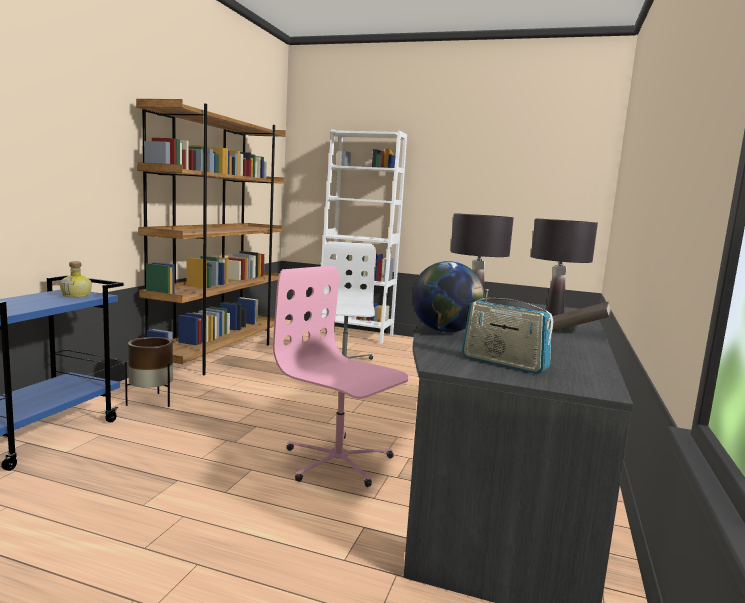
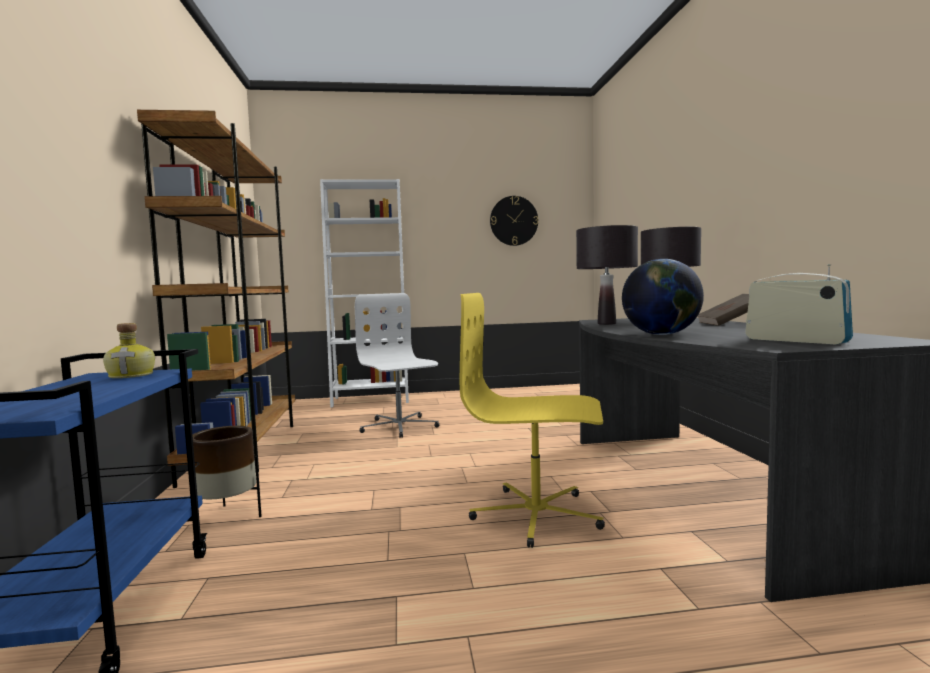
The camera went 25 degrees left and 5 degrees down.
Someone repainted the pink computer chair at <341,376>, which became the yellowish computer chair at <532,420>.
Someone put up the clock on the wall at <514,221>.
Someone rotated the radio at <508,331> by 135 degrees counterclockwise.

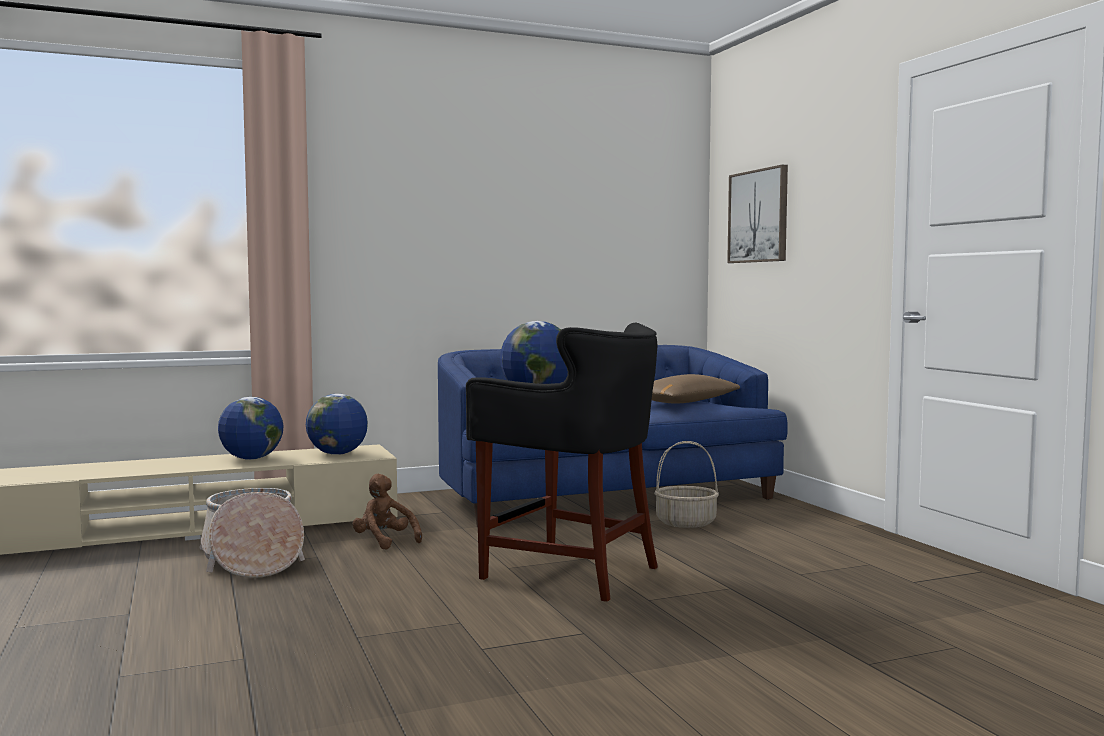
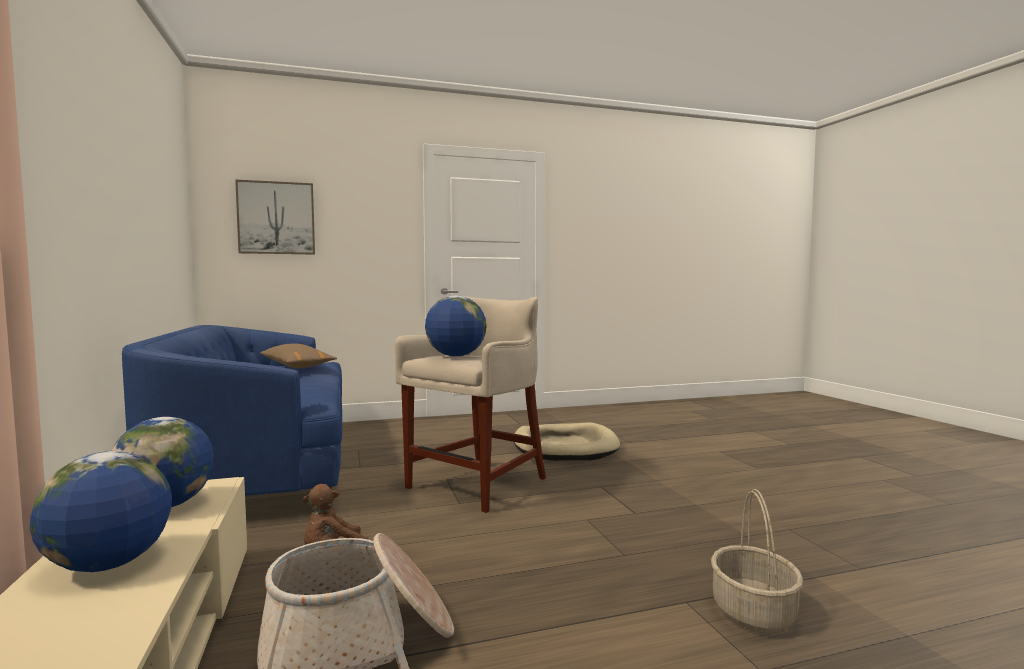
The camera went 85 degrees left and 0 degrees up.
Someone repainted the black stool seat at <562,462>, which became the beige stool seat at <470,404>.
Someone put down the beige dog cushion at <567,441>.
Someone carried the storage basket from <686,484> to <757,561>.

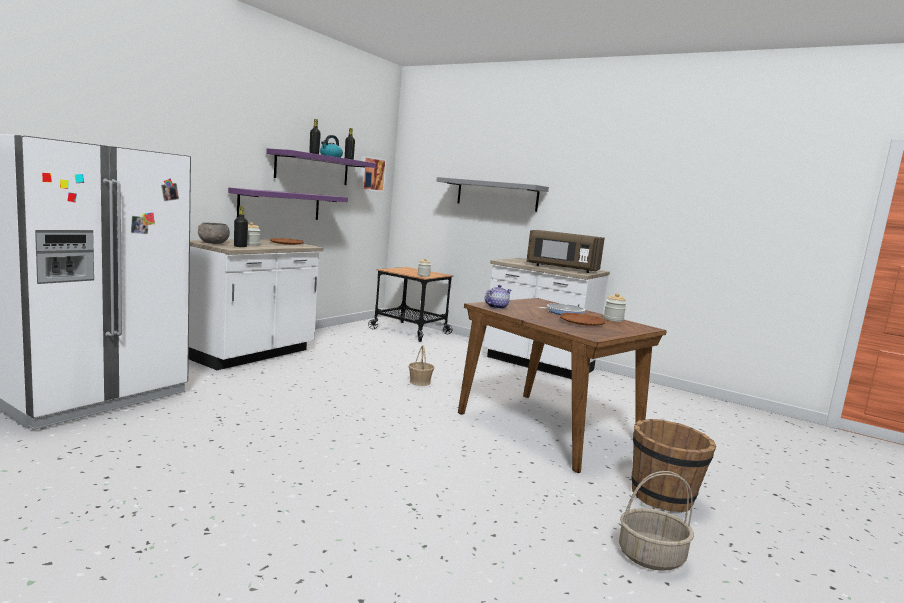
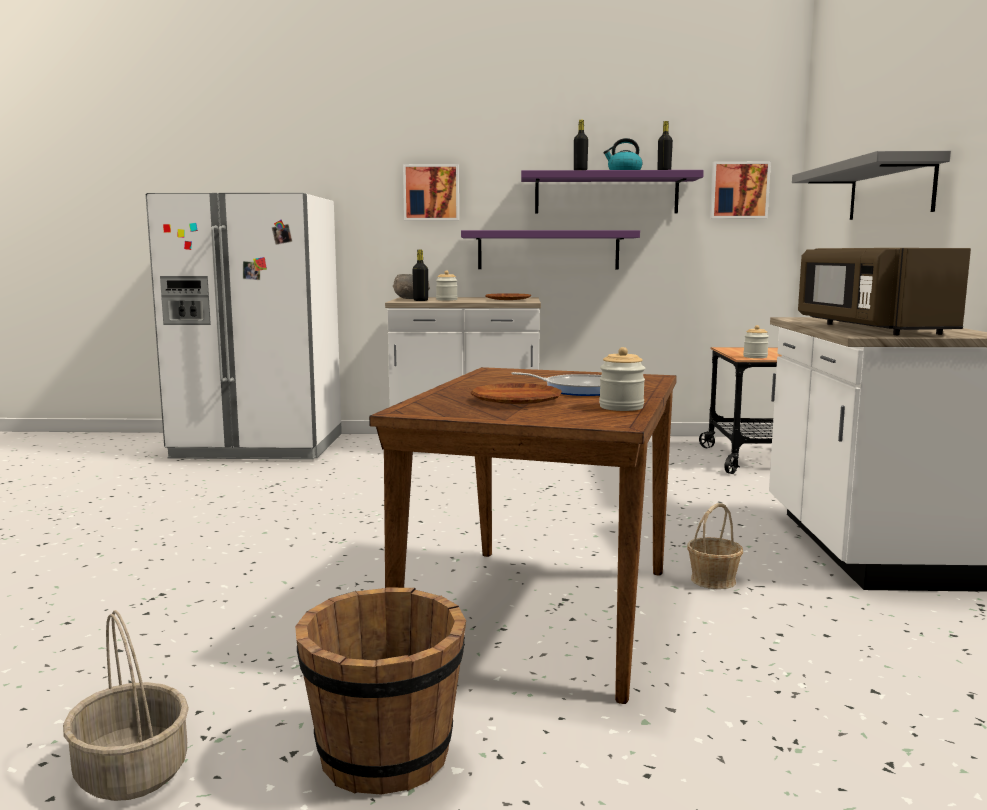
The camera went 60 degrees right and 0 degrees up.
Someone put up the picture at <431,192>.
Someone carried the storage basket from <422,365> to <715,546>.
Someone took away the pot for tea at <498,297>.

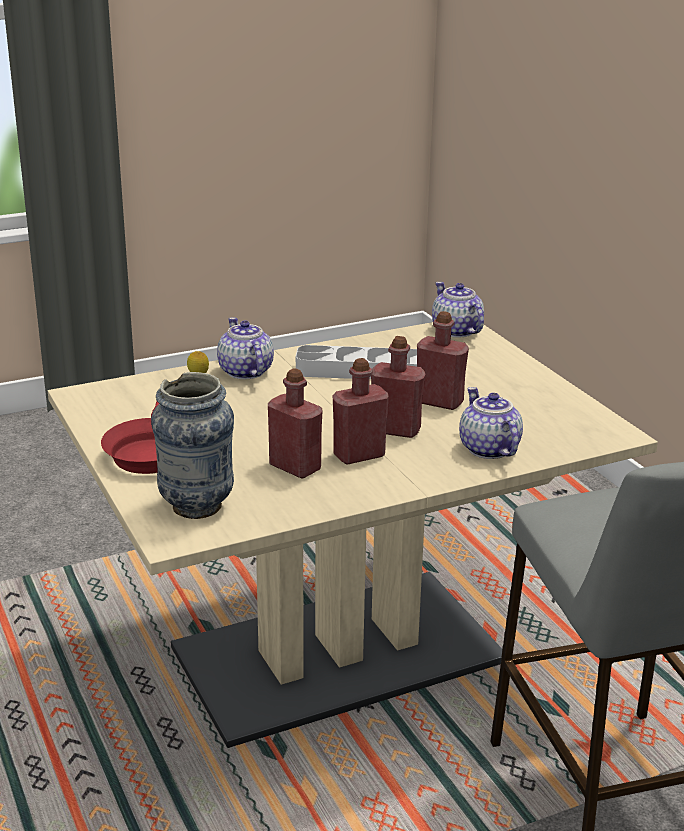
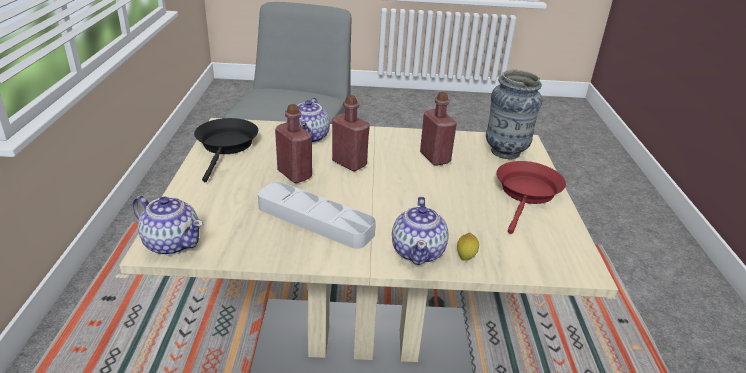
The camera went 155 degrees left and 5 degrees up.
Someone rotated the pot for tea at <458,310> by 60 degrees counterclockwise.
Someone put down the black skillet at <226,150>.
Someone took away the reddish bottle at <361,411>.

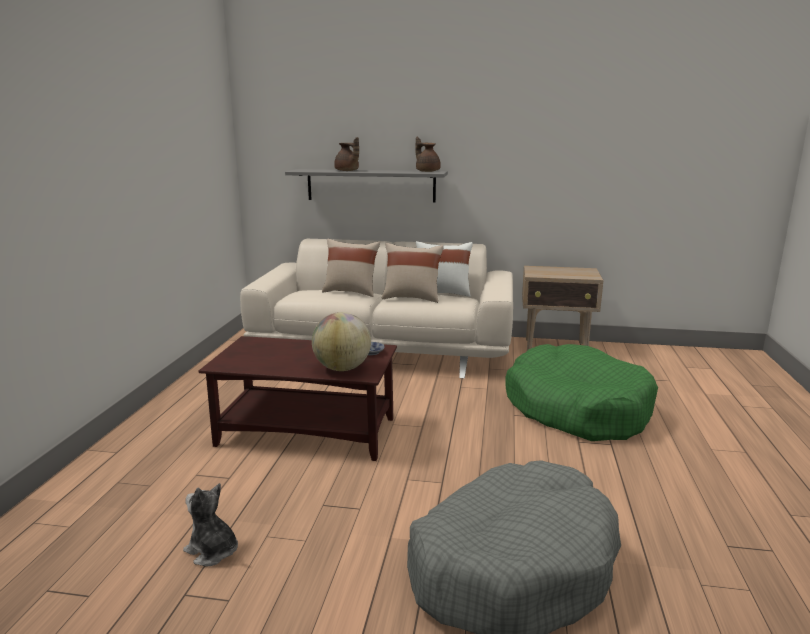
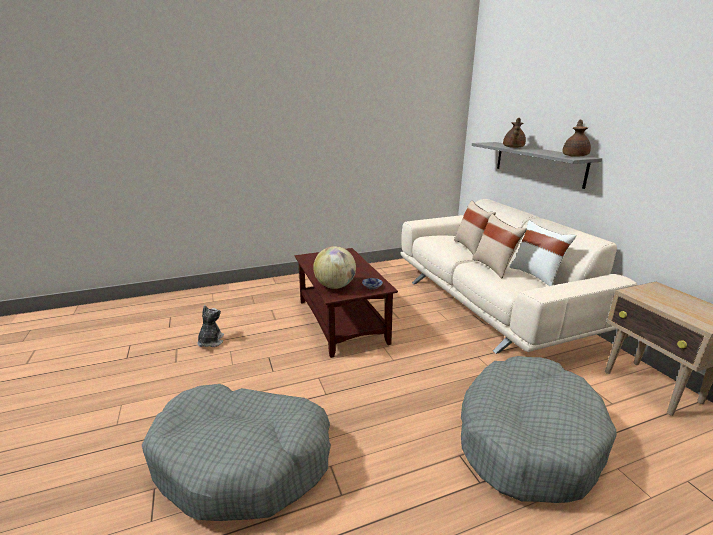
The camera went 60 degrees right and 5 degrees up.
Someone repainted the greenish dog cushion at <581,392>, which became the greyish dog cushion at <539,429>.

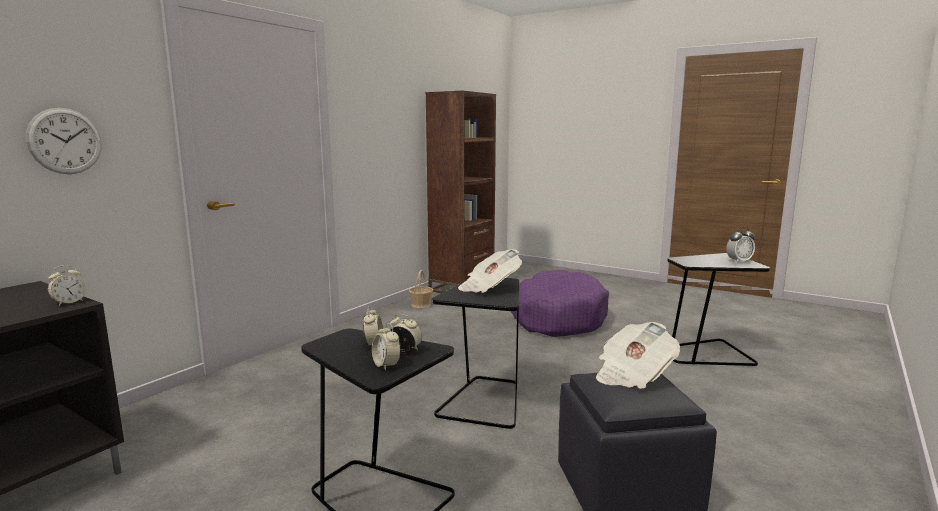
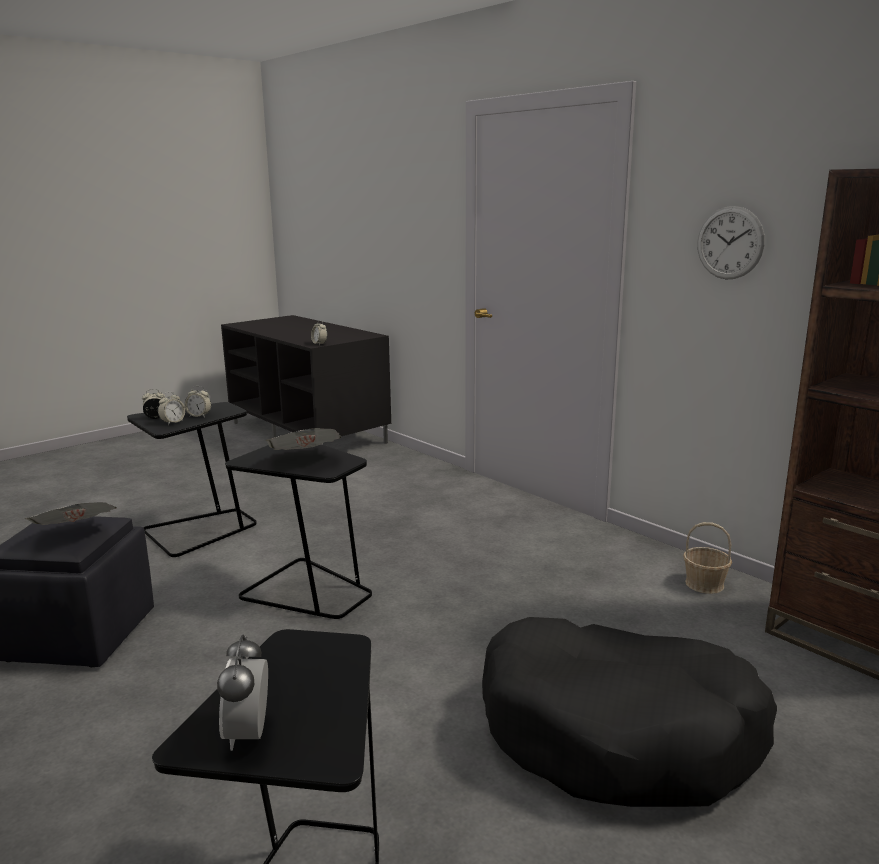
The camera went 105 degrees right and 5 degrees up.
Someone repainted the purplish dog cushion at <560,303>, which became the black dog cushion at <629,712>.
Someone carried the clock on the wall from <64,141> to <731,242>.

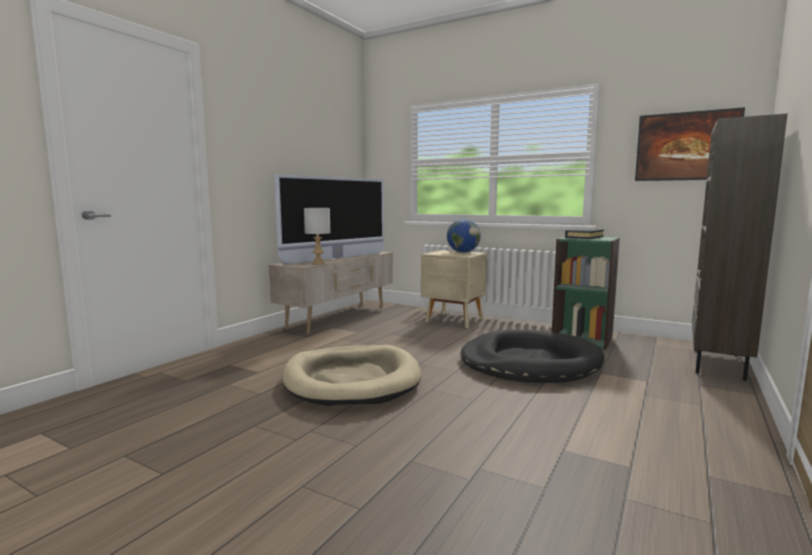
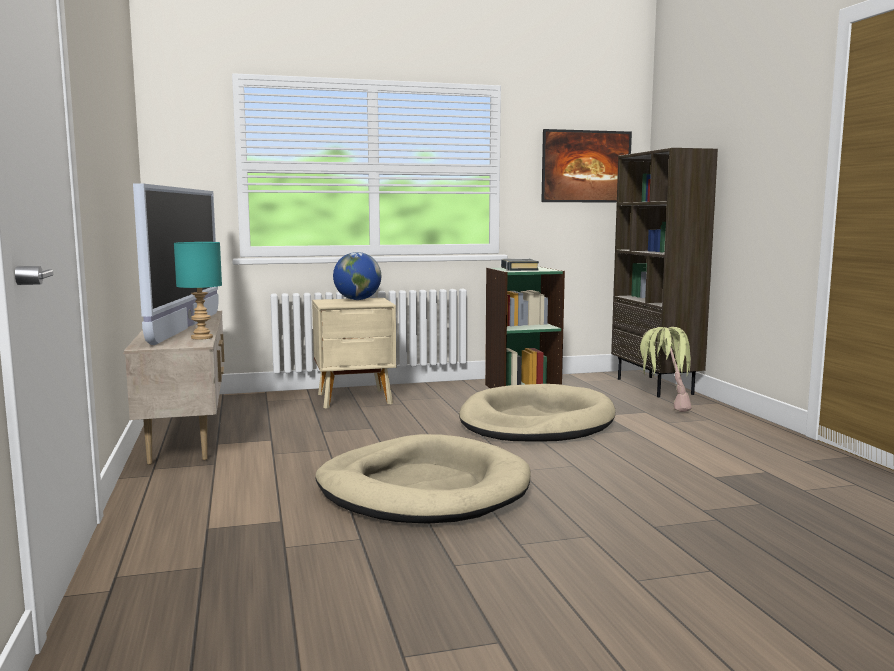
The camera went 45 degrees left and 0 degrees up.
Someone repainted the greyish table lamp at <317,236>, which became the turquoise-coloured table lamp at <198,291>.
Someone repainted the black dog cushion at <532,356>, which became the beige dog cushion at <537,413>.
Someone put down the potted plant at <665,369>.

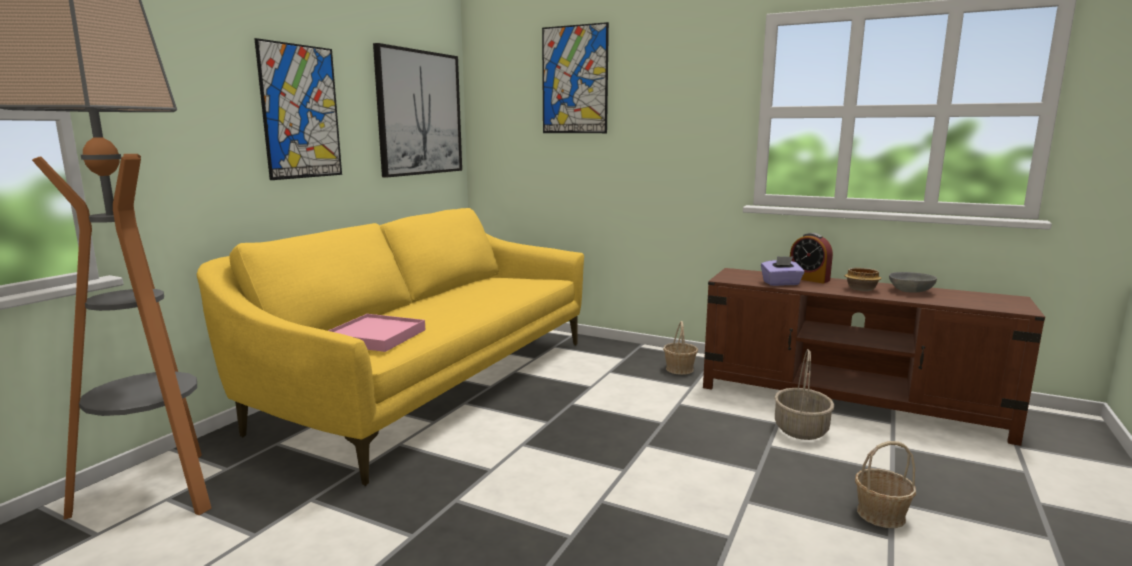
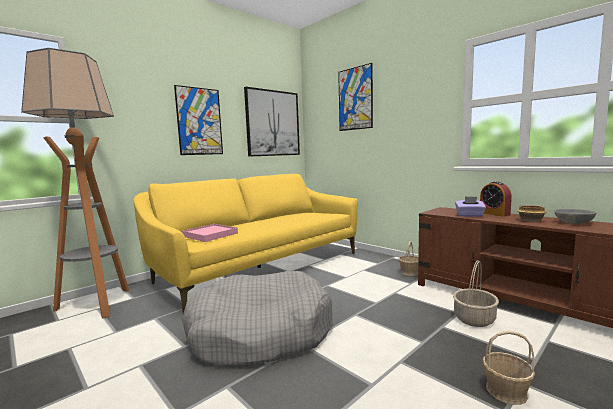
The camera went 20 degrees right and 5 degrees down.
Someone put down the greyish dog cushion at <257,319>.

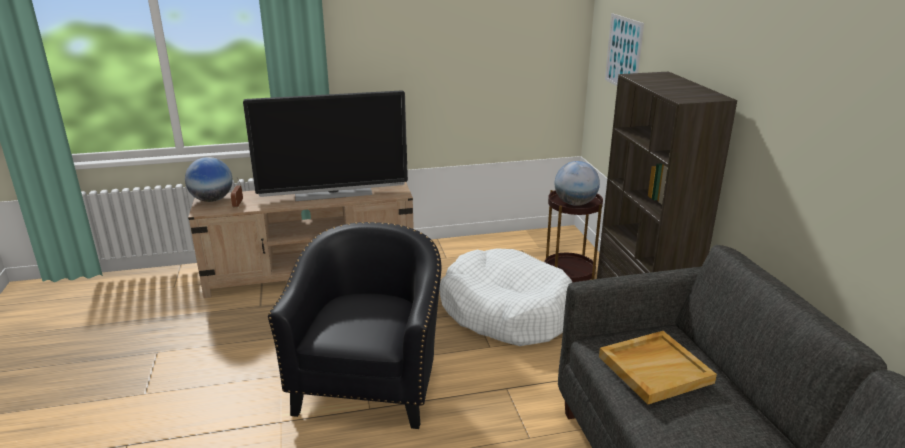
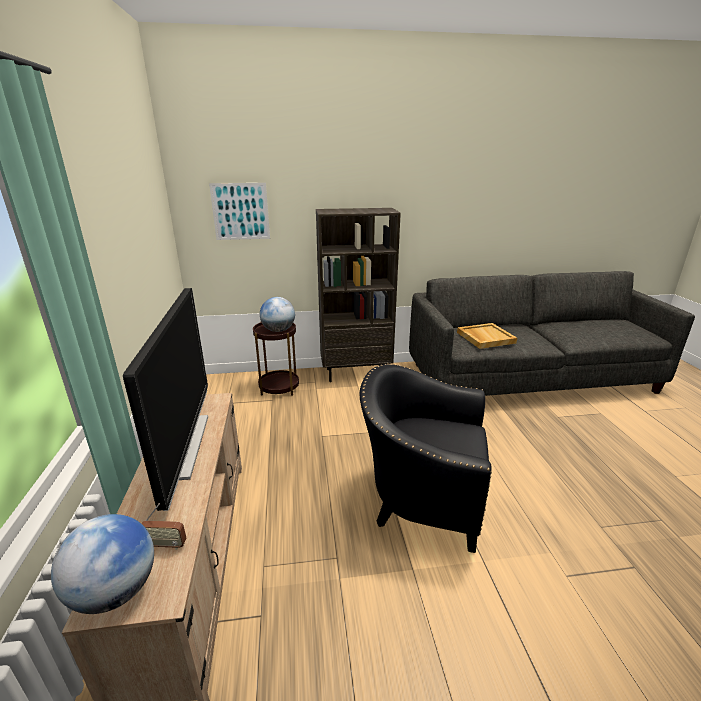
The camera went 85 degrees left and 0 degrees up.
Someone took away the white dog cushion at <506,297>.

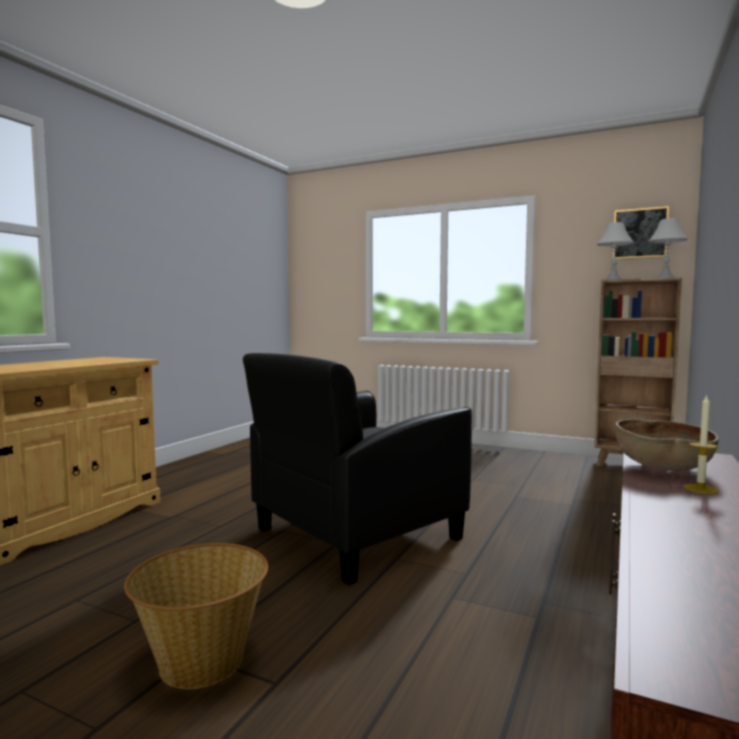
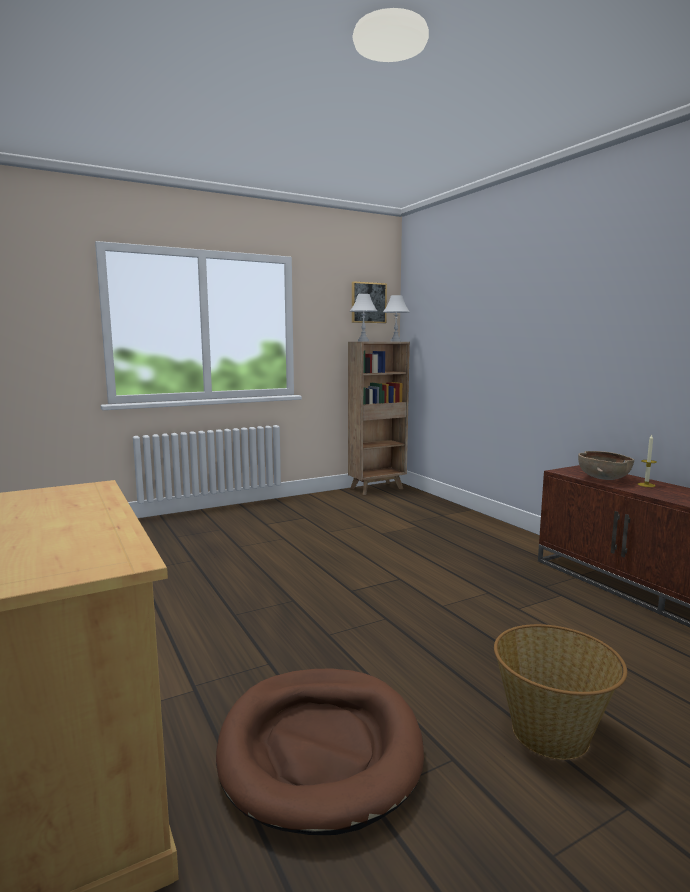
The camera went 55 degrees left and 5 degrees up.
Someone put down the brown dog cushion at <320,751>.
Someone took away the black lounge chair at <357,469>.

